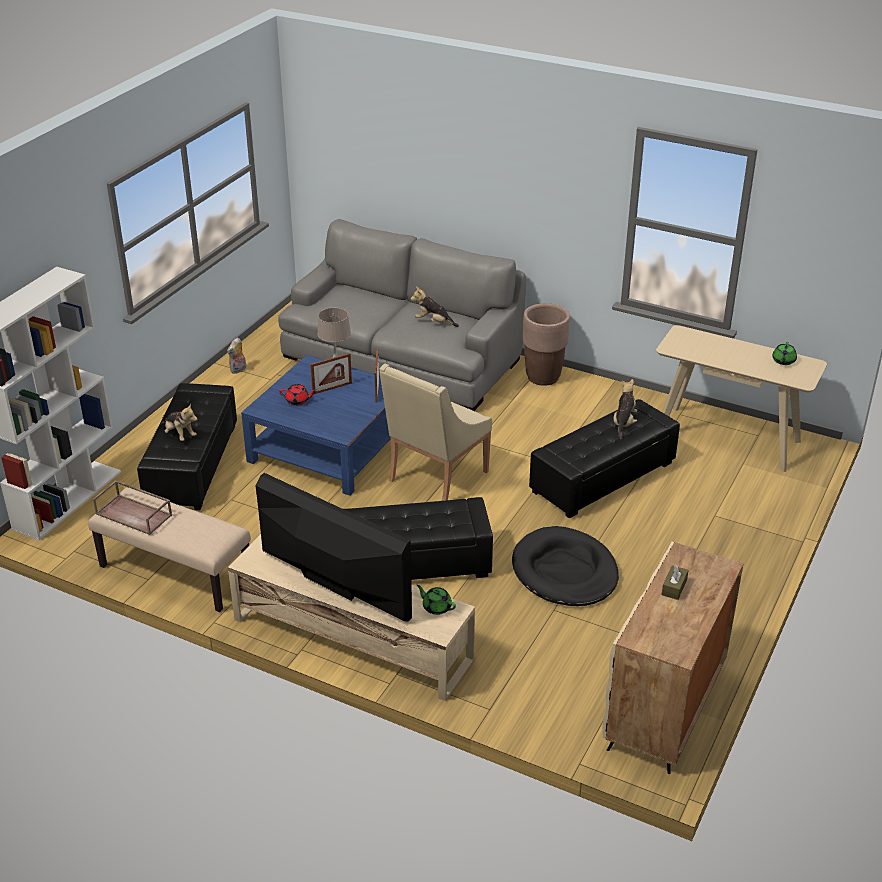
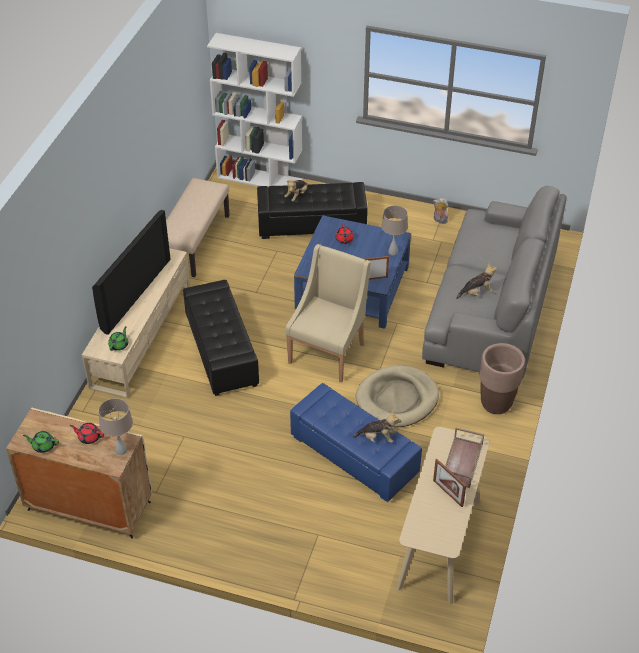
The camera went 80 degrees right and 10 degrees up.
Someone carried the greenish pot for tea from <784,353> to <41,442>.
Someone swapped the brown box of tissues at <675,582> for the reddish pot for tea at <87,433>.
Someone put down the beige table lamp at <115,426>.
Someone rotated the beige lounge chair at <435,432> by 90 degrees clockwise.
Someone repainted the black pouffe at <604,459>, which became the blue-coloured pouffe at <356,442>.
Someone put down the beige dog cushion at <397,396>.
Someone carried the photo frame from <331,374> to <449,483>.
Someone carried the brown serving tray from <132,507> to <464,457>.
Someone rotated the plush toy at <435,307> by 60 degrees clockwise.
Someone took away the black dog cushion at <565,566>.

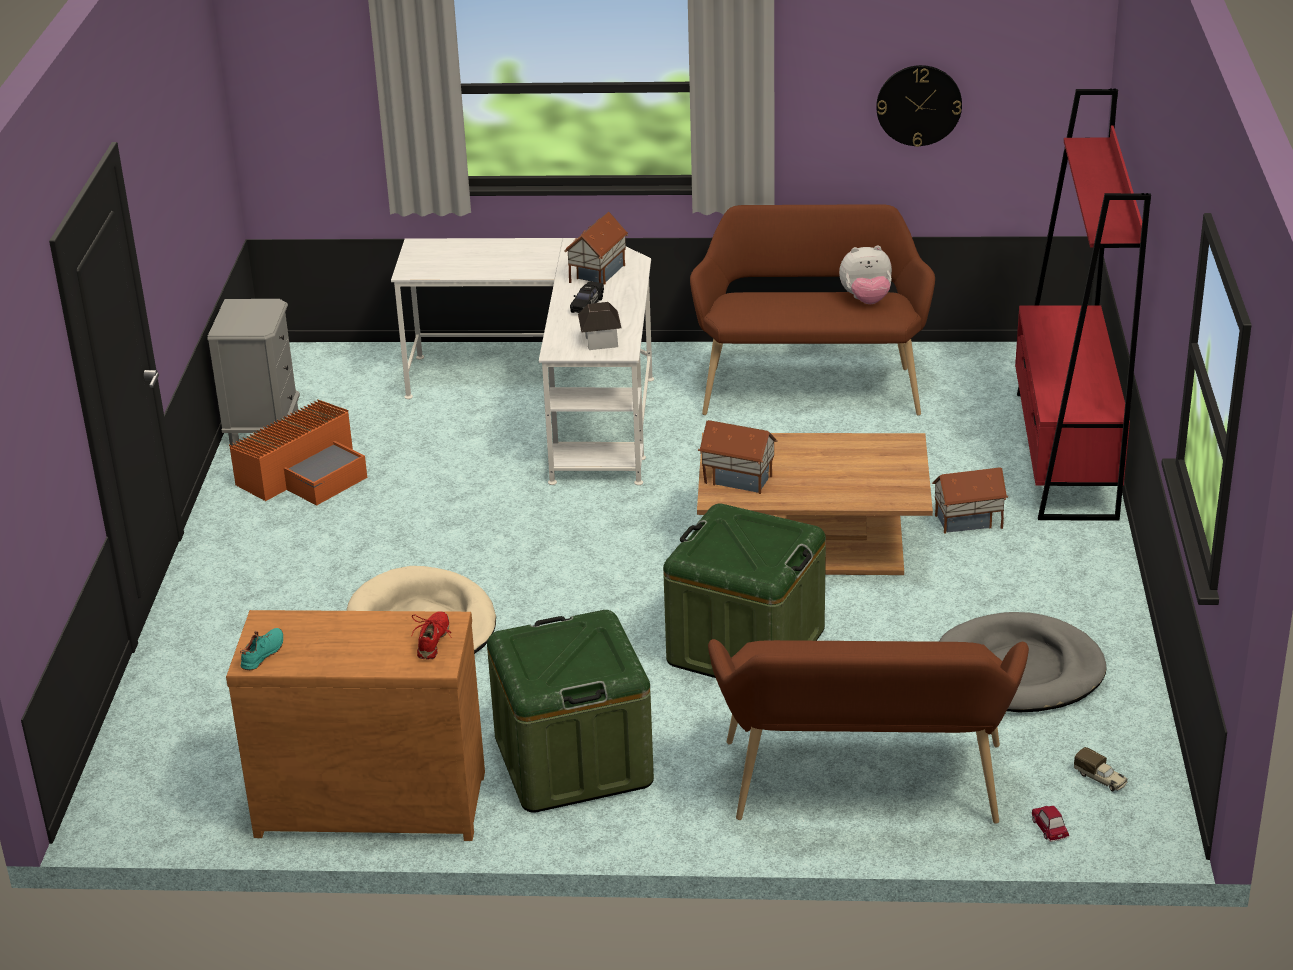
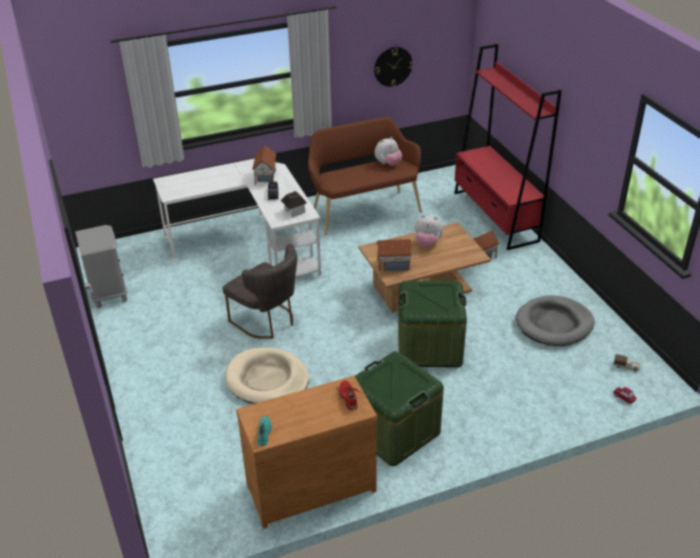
The camera went 25 degrees left and 5 degrees up.
Someone put down the greyish chair at <259,291>.
Someone put down the plush toy at <429,231>.
Someone took away the orange-coloured storage bin at <298,452>.
Someone took away the brown indoor bench at <868,731>.

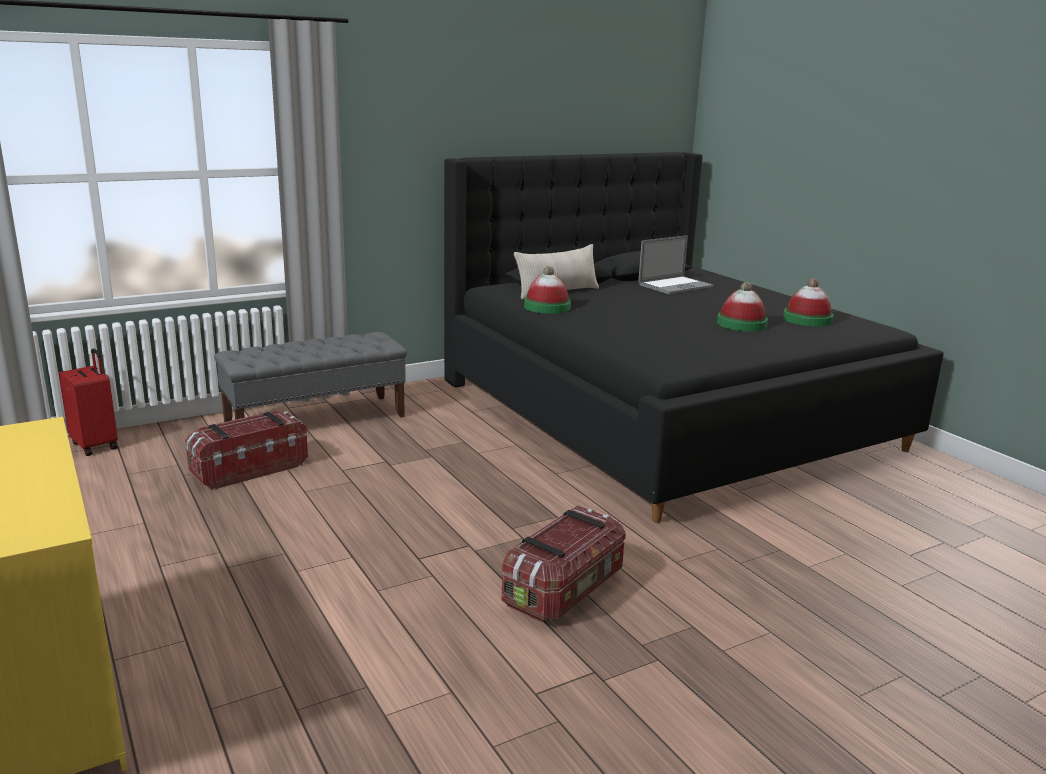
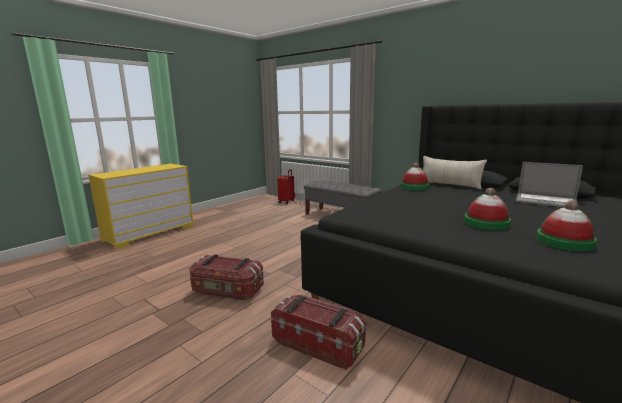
The camera went 70 degrees right and 5 degrees down.
Someone carried the storage bin from <246,450> to <318,332>.

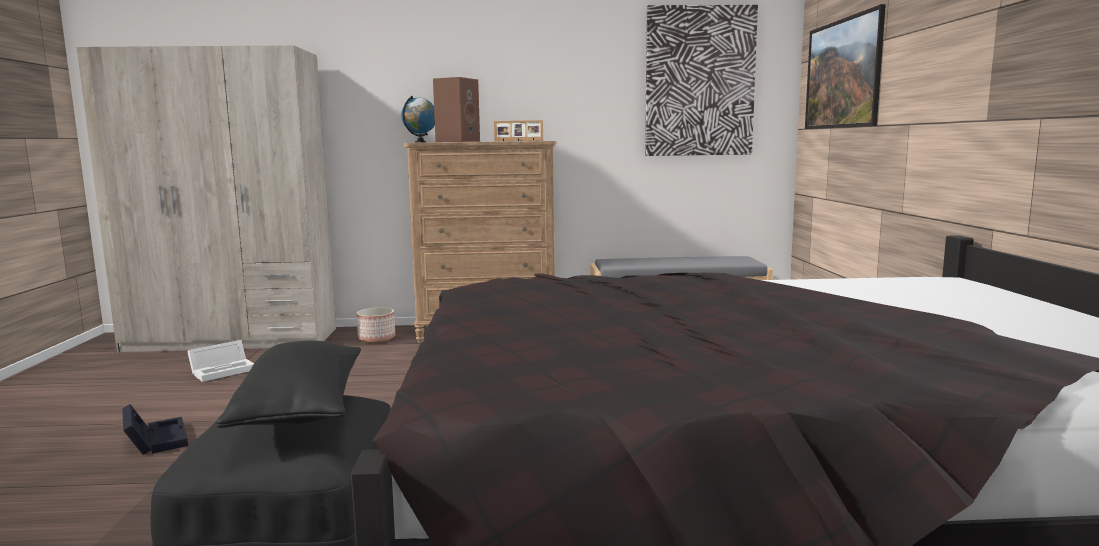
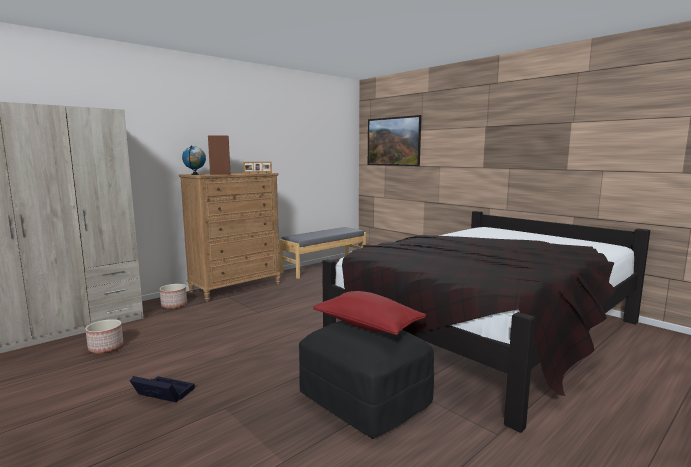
The camera went 40 degrees left and 0 degrees up.
Someone swapped the white storage bin at <220,361> for the flower pot at <104,336>.
Someone repainted the black throw pillow at <288,384>, which became the reddish throw pillow at <369,313>.
Someone took away the picture at <701,80>.

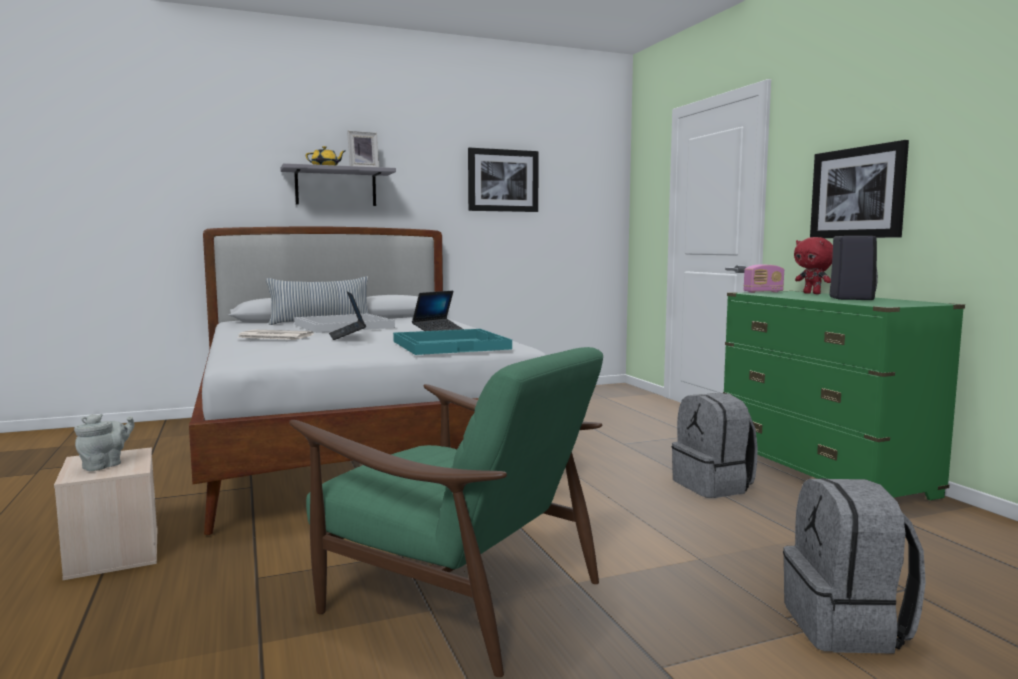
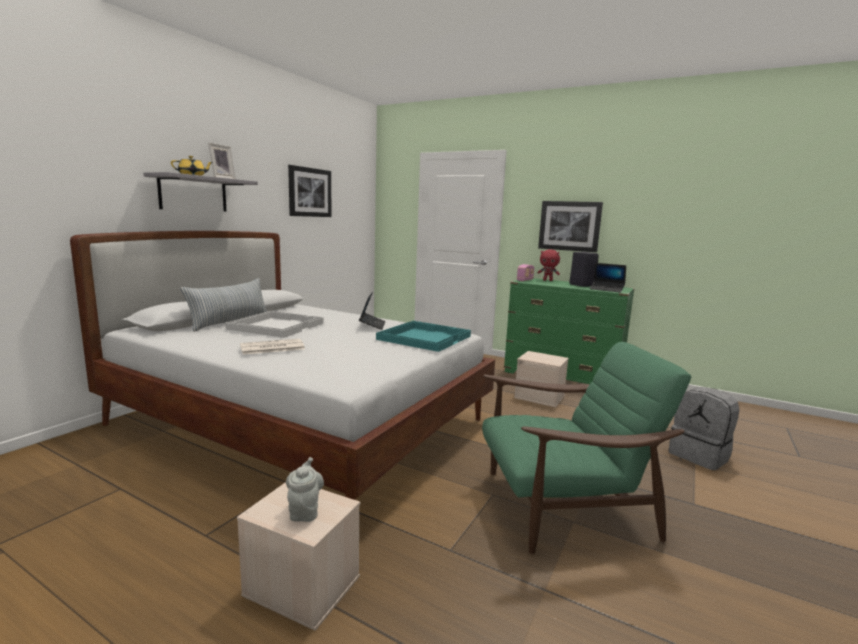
The camera went 40 degrees left and 5 degrees up.
Someone swapped the greyish backpack at <715,445> for the beige storage bin at <541,379>.
Someone carried the portable computer from <347,315> to <608,278>.

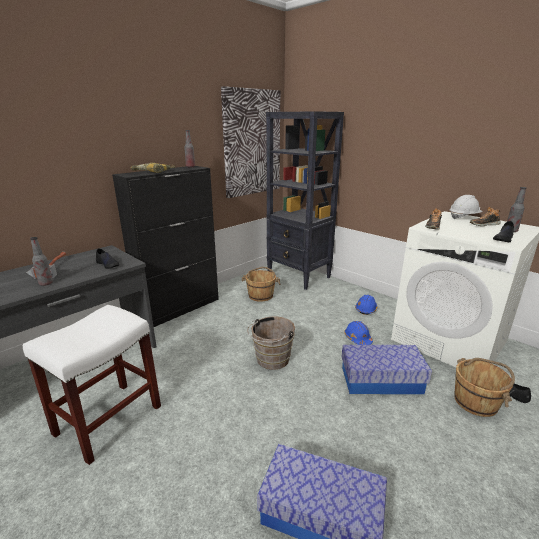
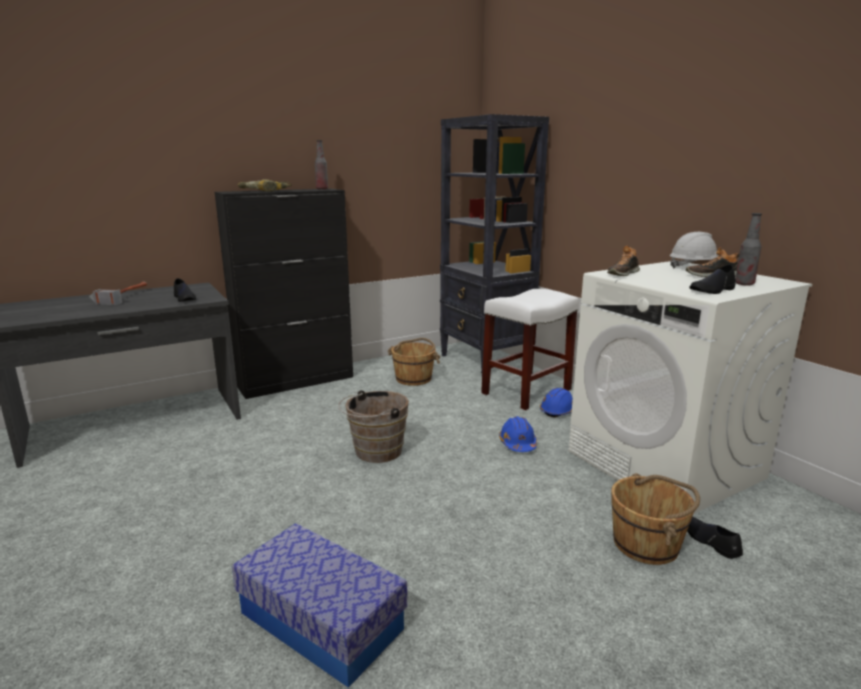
The camera went 15 degrees right and 5 degrees down.
Someone carried the white stool seat from <92,385> to <530,350>.
Someone took away the bottle at <41,261>.
Someone took away the picture at <250,142>.
Someone took away the storage bin at <386,369>.

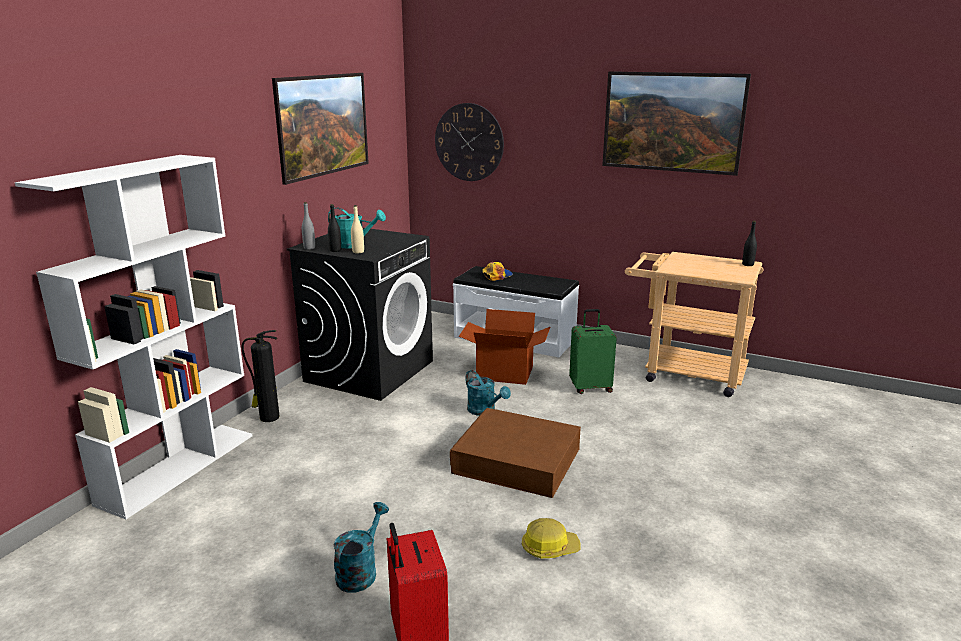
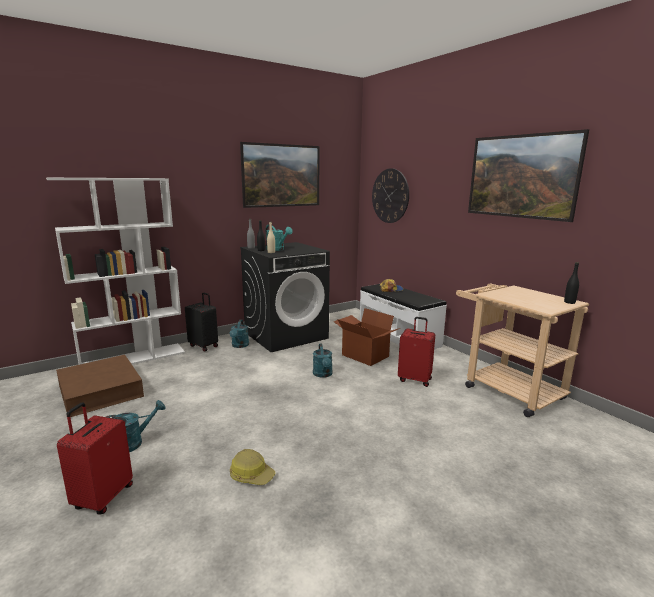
The camera went 30 degrees right and 5 degrees down.
Someone carried the brown storage bin from <515,453> to <100,386>.
Someone swapped the fire-fighting cylinder at <261,376> for the black piece of luggage at <201,322>.
Someone put down the turquoise-coloured watering pot at <239,333>.
Someone repainted the greenish piece of luggage at <593,351>, which became the reddish piece of luggage at <416,352>.

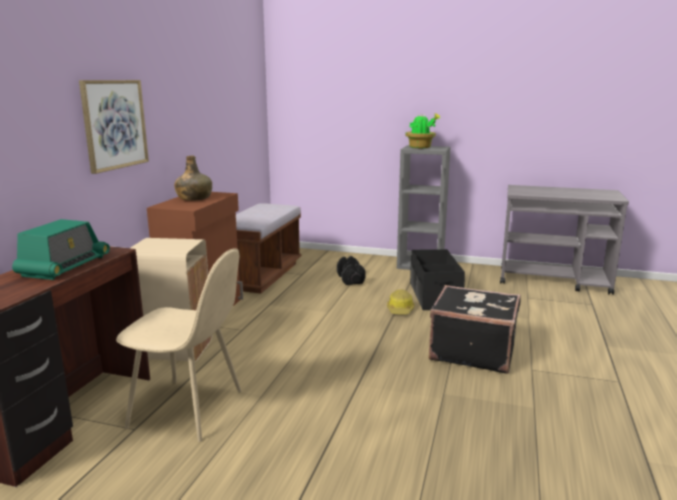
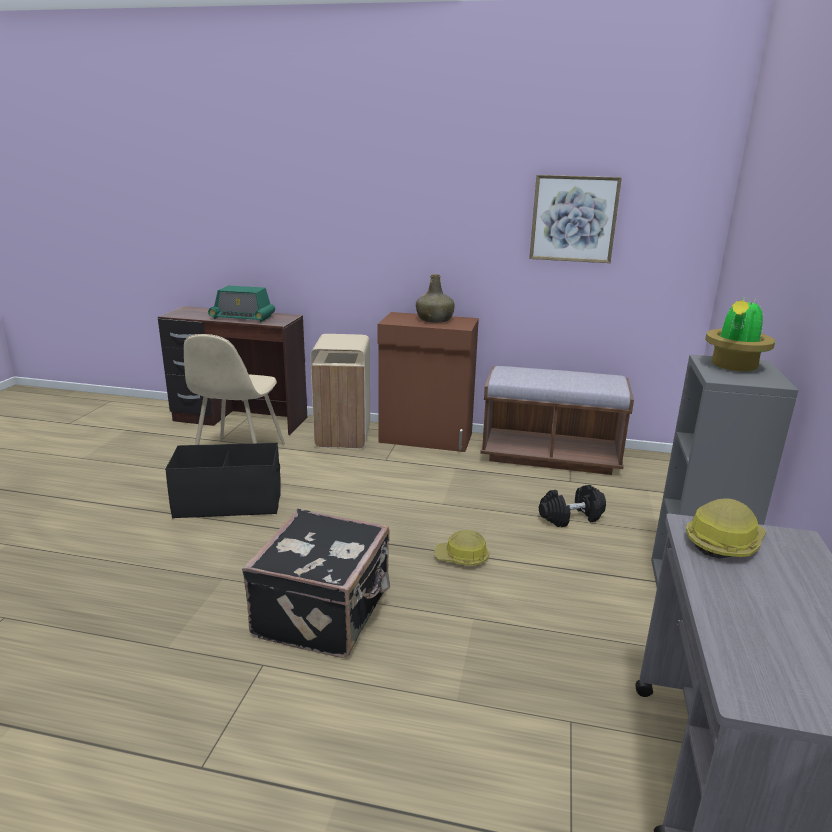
The camera went 85 degrees right and 5 degrees up.
Someone carried the black storage bin from <437,279> to <223,481>.
Someone carried the picture from <114,127> to <575,219>.
Someone put down the hard hat at <726,528>.

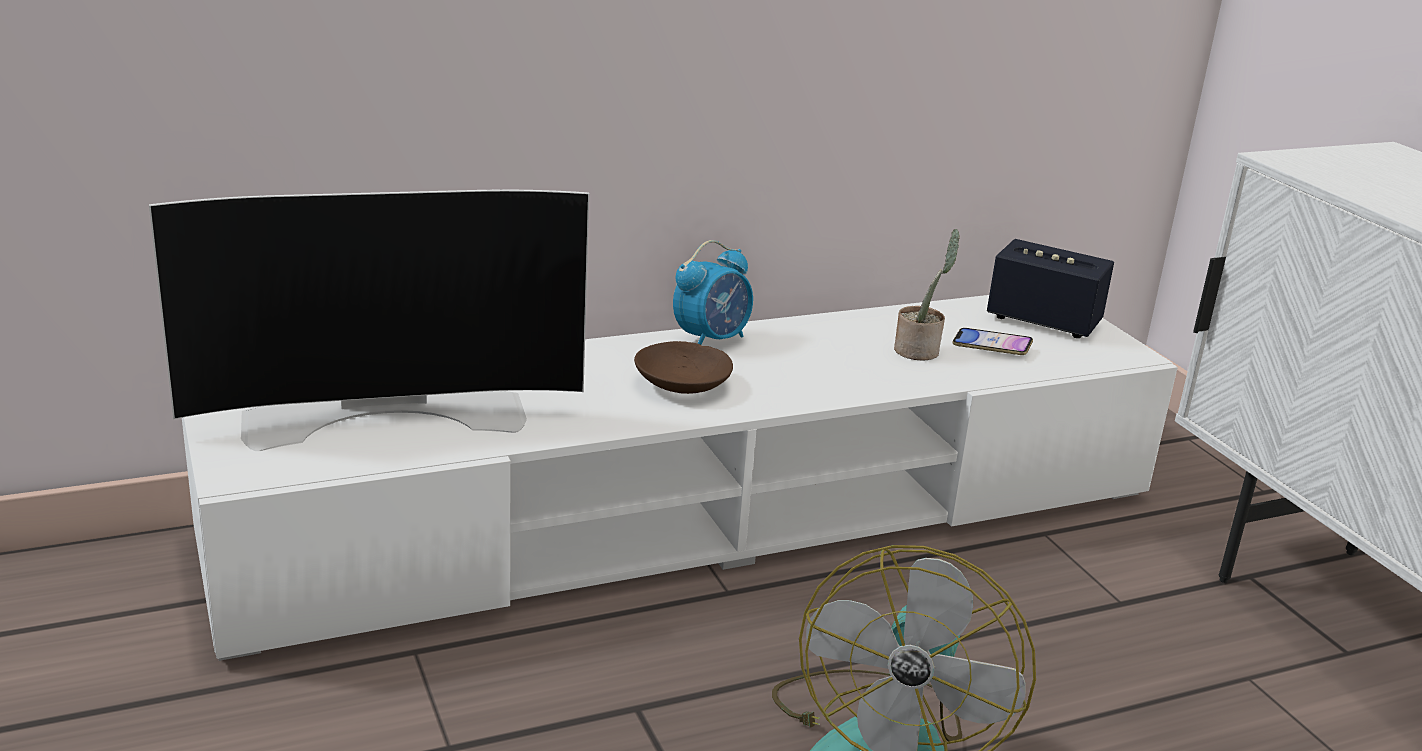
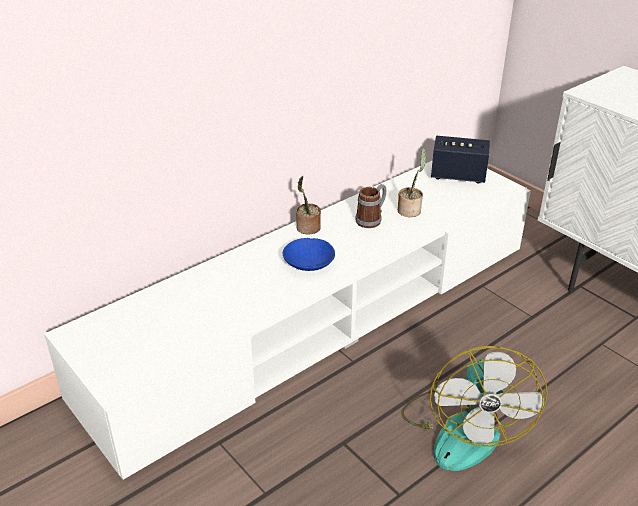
The camera went 15 degrees left and 10 degrees up.
Someone repainted the brown serving bowl at <683,367>, which became the blue-coloured serving bowl at <309,254>.
Someone swapped the alarm clock at <713,292> for the potted plant at <308,205>.
Someone put down the coffee mug at <371,206>.
Someone took away the television at <369,320>.
Someone took away the telephone at <992,341>.

